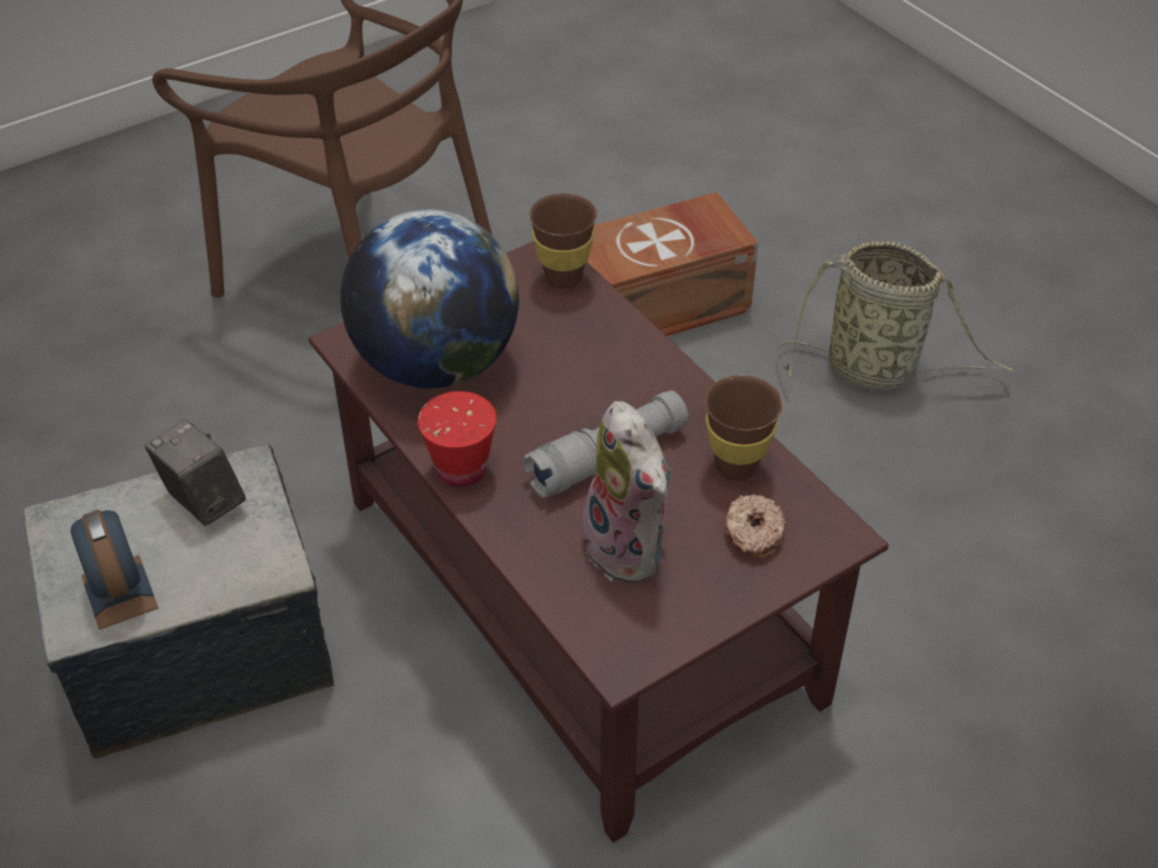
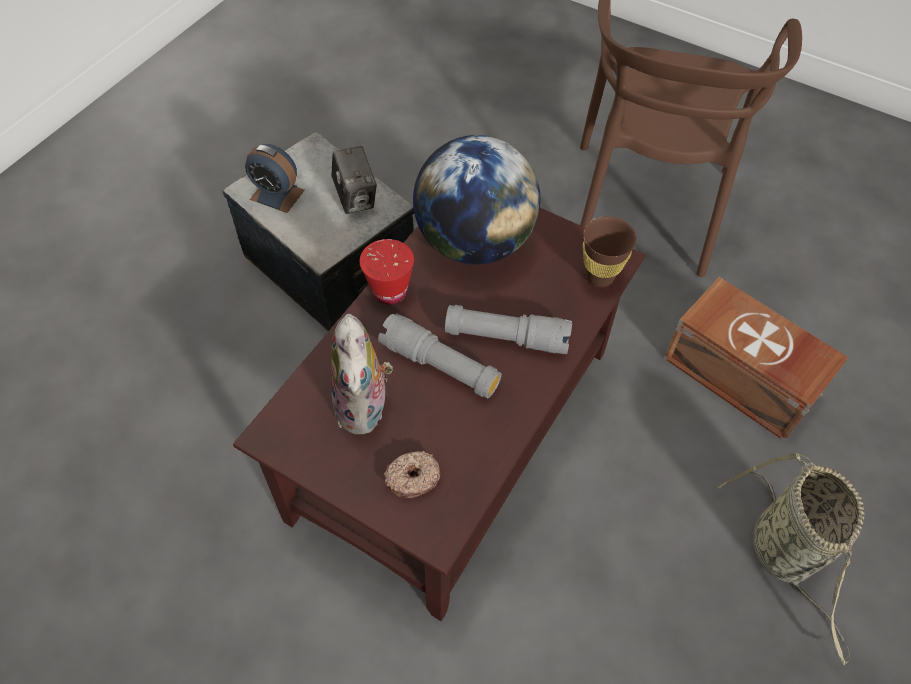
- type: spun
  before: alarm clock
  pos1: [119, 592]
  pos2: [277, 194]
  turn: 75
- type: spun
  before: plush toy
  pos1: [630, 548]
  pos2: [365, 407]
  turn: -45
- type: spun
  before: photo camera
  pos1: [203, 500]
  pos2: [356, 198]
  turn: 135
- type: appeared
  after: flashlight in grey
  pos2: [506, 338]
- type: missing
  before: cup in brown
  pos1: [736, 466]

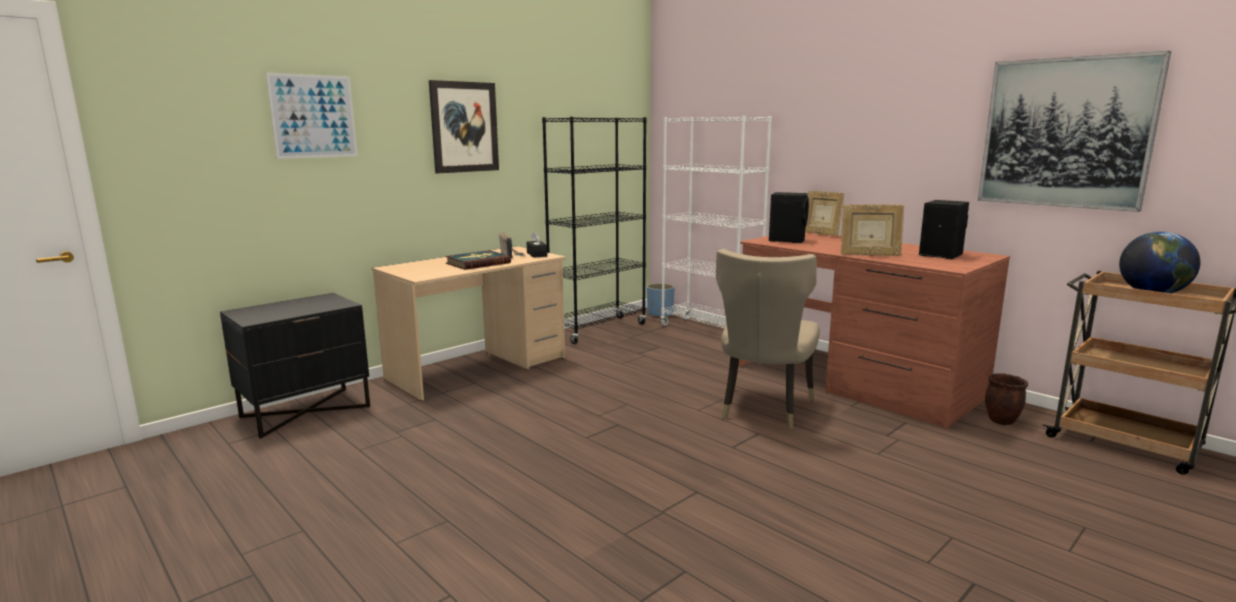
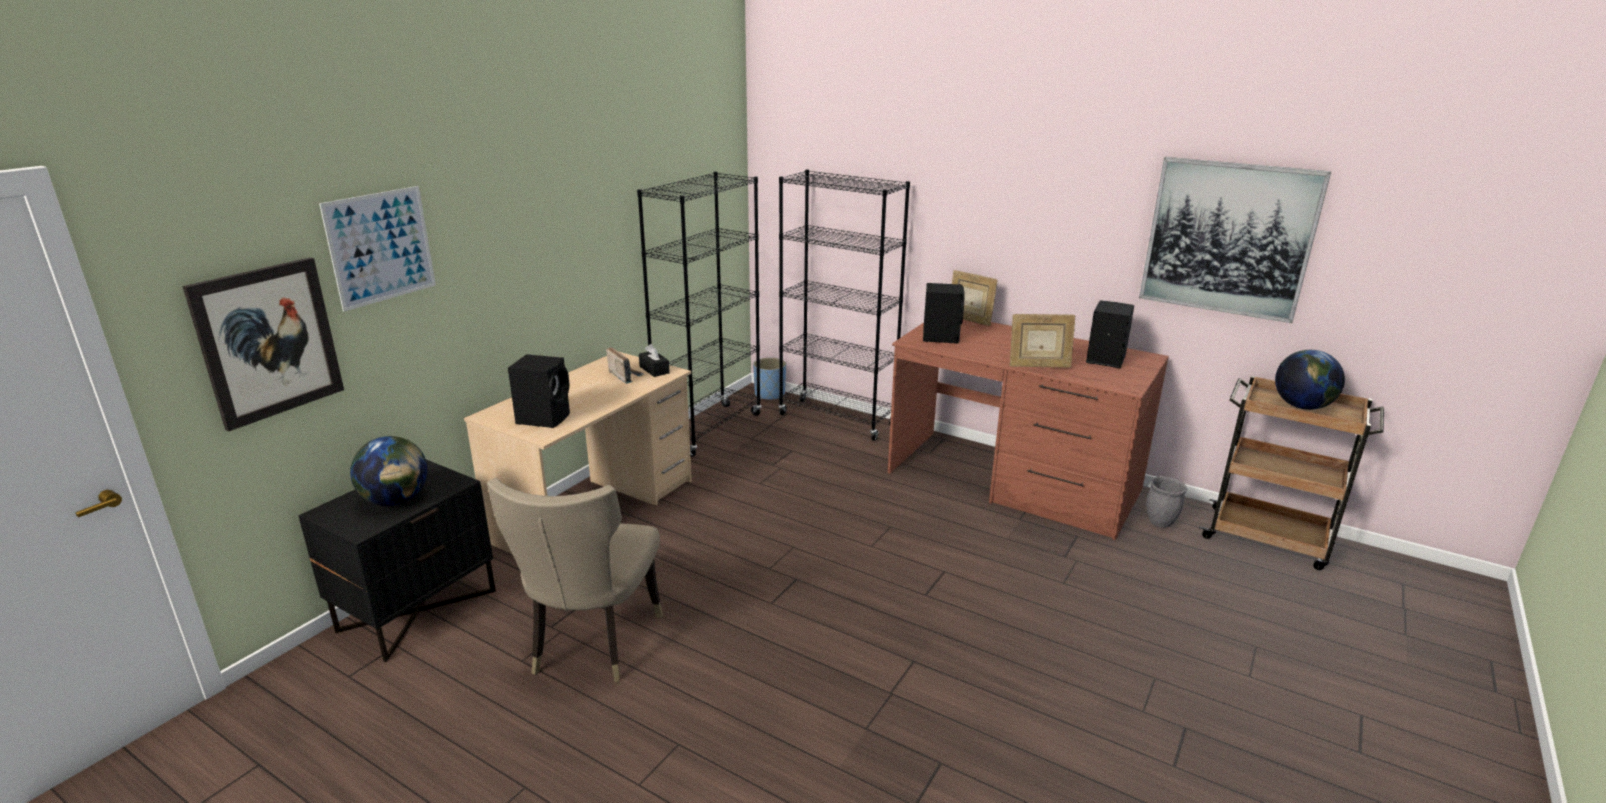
- type: relocated
  before: picture
  pos1: [464, 127]
  pos2: [268, 341]
- type: appeared
  after: globe
  pos2: [396, 500]
- type: relocated
  before: chair in beige
  pos1: [762, 409]
  pos2: [591, 645]
- type: appeared
  after: speaker in black
  pos2: [544, 418]
- type: colour
  before: bookcase in white
  after: bookcase in black
  pos1: [709, 331]
  pos2: [837, 420]
- type: colour
  before: planter in brown
  after: planter in grey
  pos1: [1002, 421]
  pos2: [1161, 523]
- type: missing
  before: book
  pos1: [478, 263]

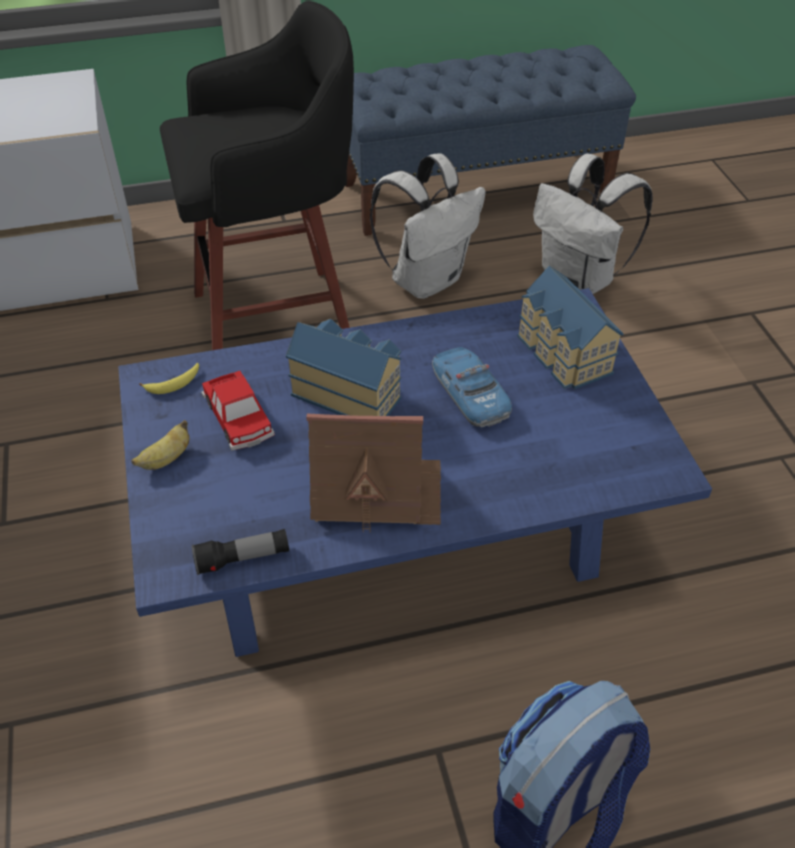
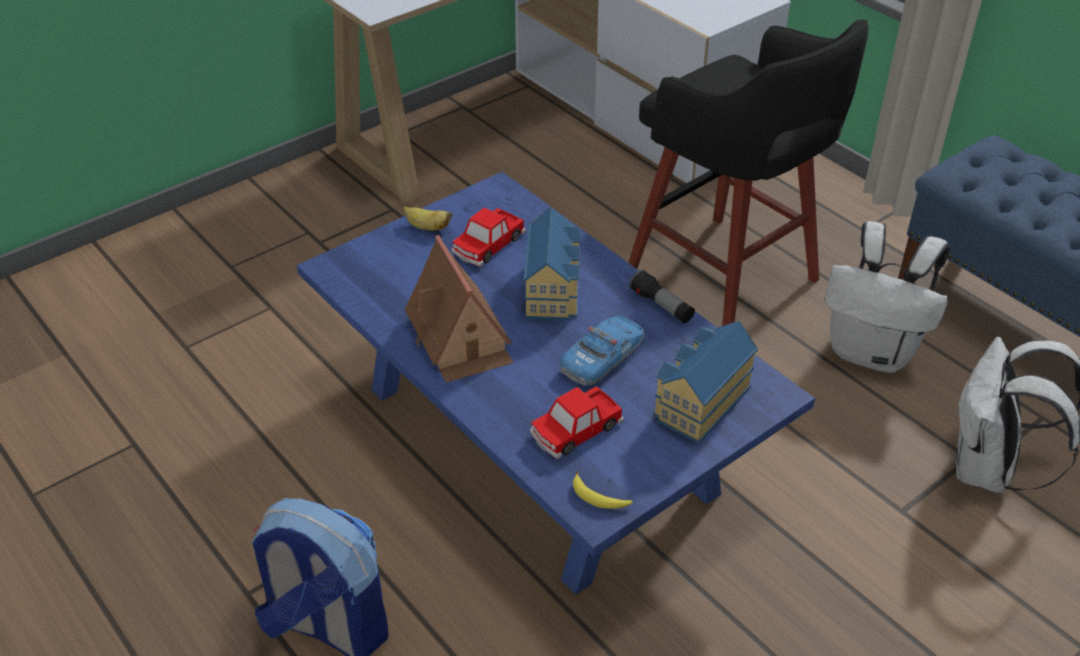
- type: appeared
  after: toy car
  pos2: [576, 430]
- type: relocated
  before: banana
  pos1: [174, 384]
  pos2: [598, 498]
- type: relocated
  before: flashlight
  pos1: [243, 558]
  pos2: [661, 306]

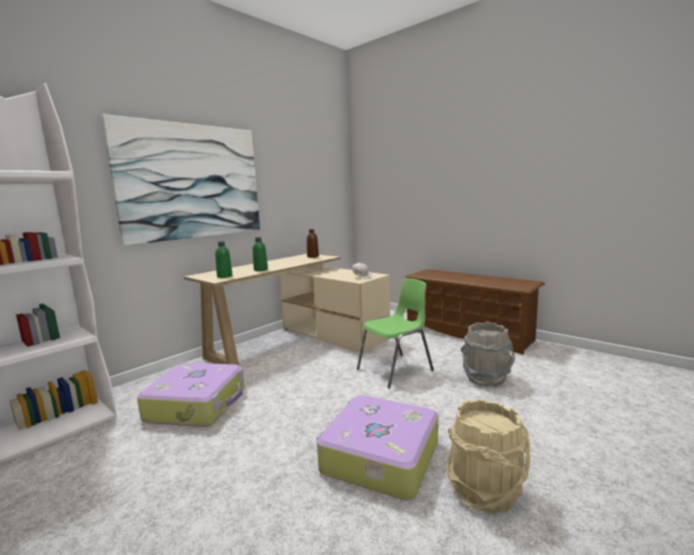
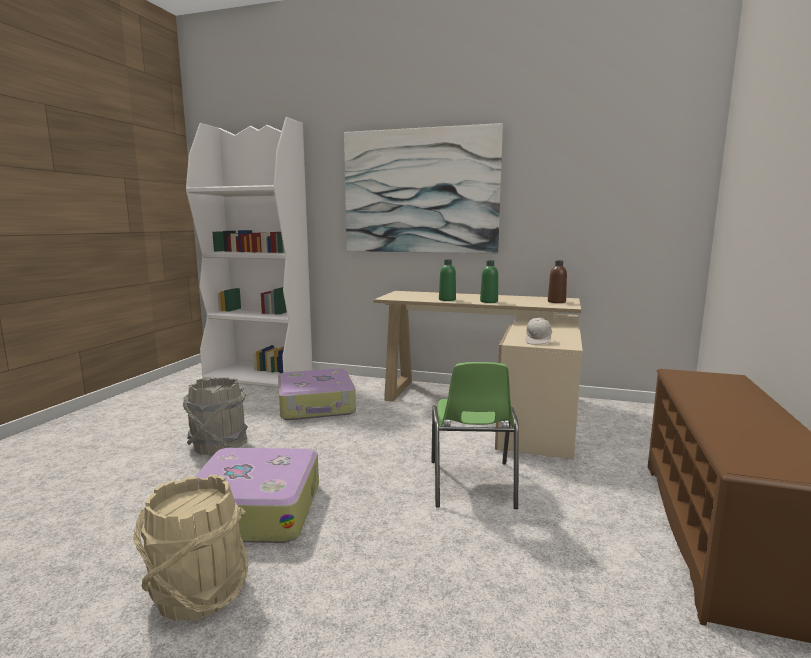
- type: relocated
  before: bucket in grey
  pos1: [485, 378]
  pos2: [219, 446]
- type: spun
  before: chair in green
  pos1: [396, 370]
  pos2: [471, 484]
  turn: 60
- type: relocated
  before: bottle in green
  pos1: [224, 276]
  pos2: [489, 301]

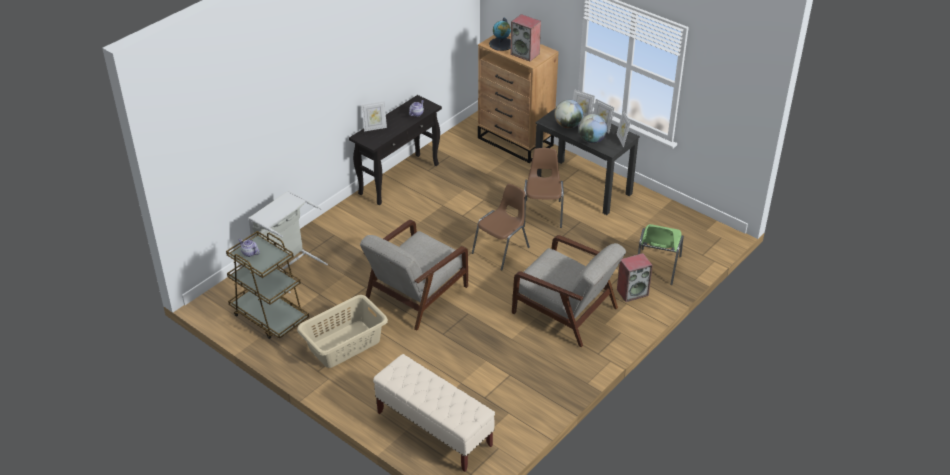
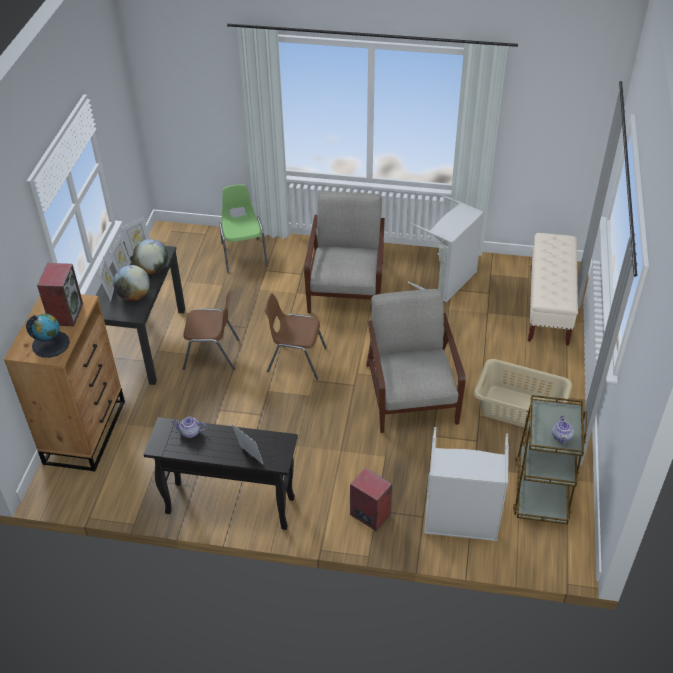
- type: spun
  before: chair in brown
  pos1: [543, 213]
  pos2: [212, 354]
  turn: -150
- type: spun
  before: chair in green
  pos1: [656, 267]
  pos2: [244, 254]
  turn: -90
- type: relocated
  before: speaker
  pos1: [632, 292]
  pos2: [369, 514]
- type: spun
  before: armchair in grey
  pos1: [415, 294]
  pos2: [411, 392]
  turn: -105
- type: appeared
  after: laundry basket in grey
  pos2: [448, 281]

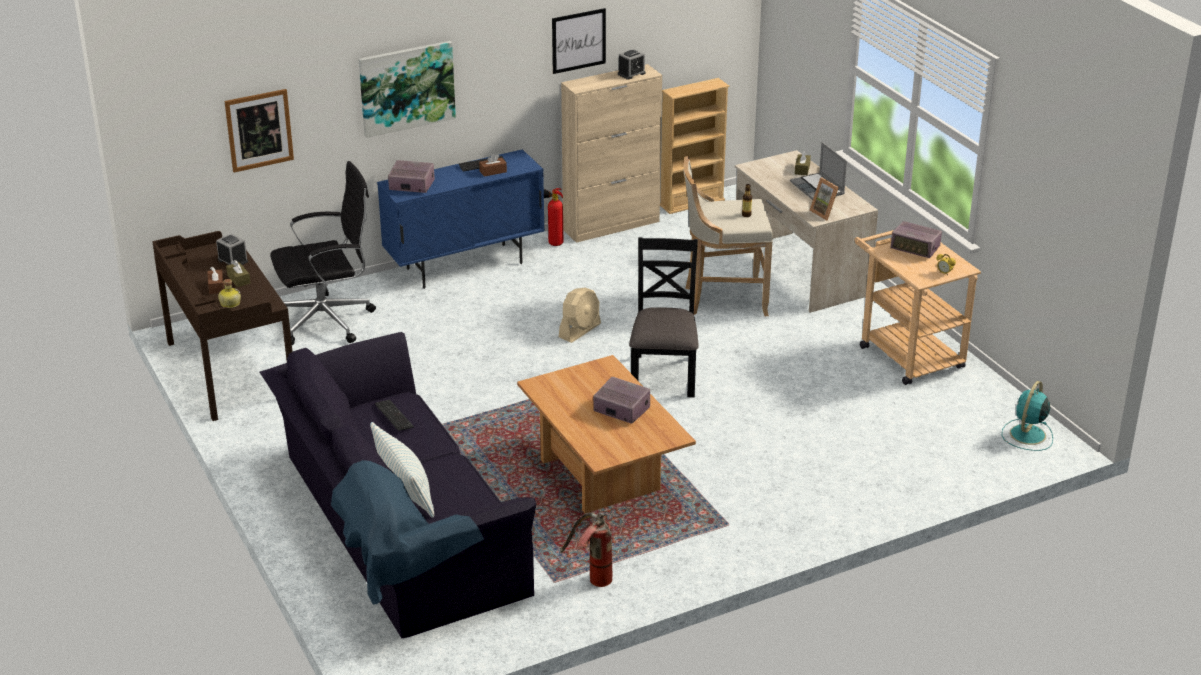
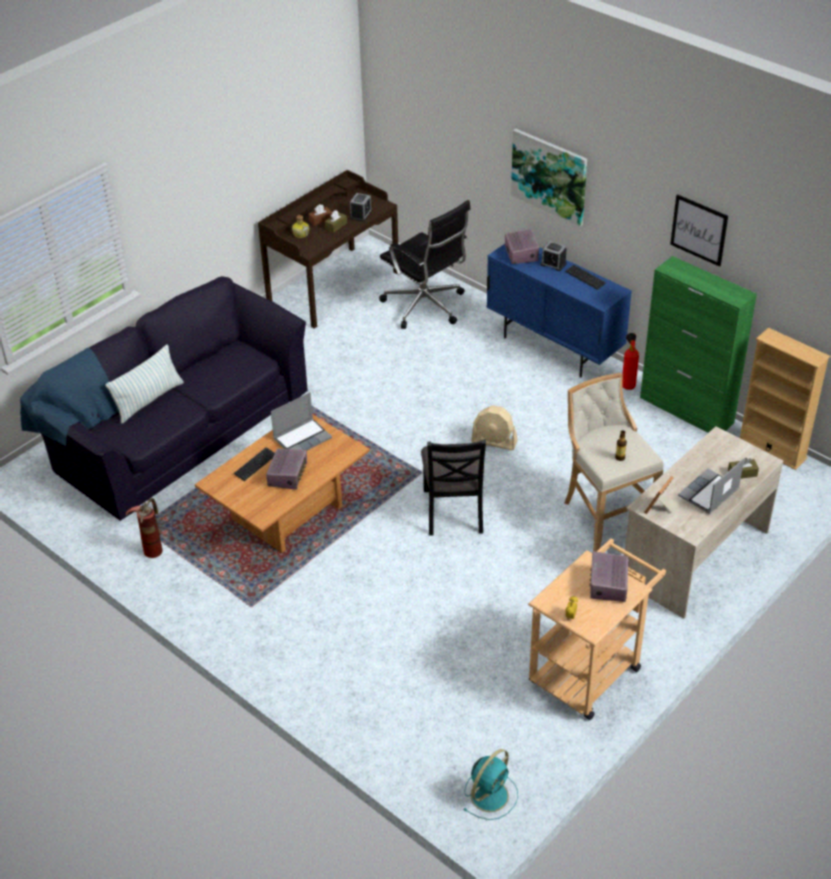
- type: relocated
  before: keyboard
  pos1: [394, 416]
  pos2: [255, 465]
- type: appeared
  after: laptop
  pos2: [302, 438]
- type: spun
  before: chair in black
  pos1: [663, 375]
  pos2: [454, 510]
  turn: 105
- type: spun
  before: fan in turquoise
  pos1: [1027, 435]
  pos2: [490, 794]
  turn: 120
- type: relocated
  before: alarm clock
  pos1: [631, 74]
  pos2: [553, 264]
- type: colour
  before: cabinet in beige
  after: cabinet in green
  pos1: [612, 225]
  pos2: [687, 410]
- type: missing
  before: picture
  pos1: [259, 130]
- type: missing
  before: tissue box in brown
  pos1: [493, 171]

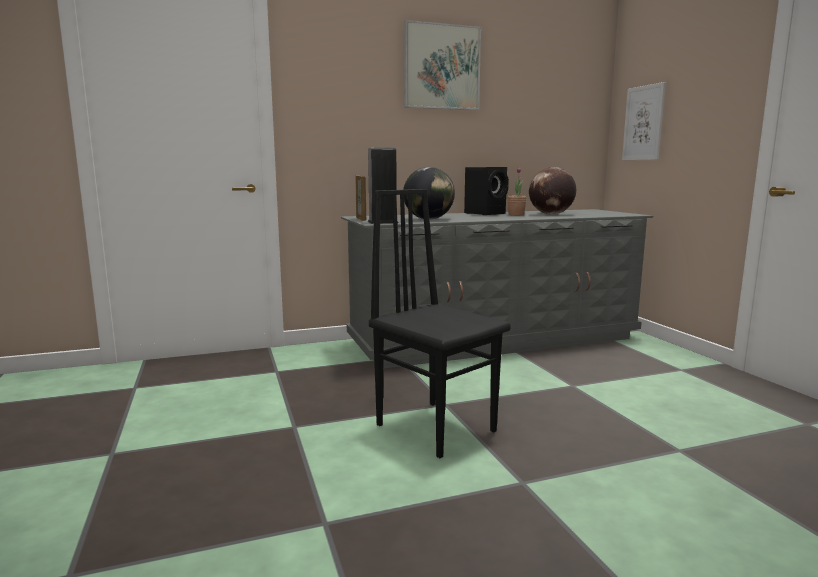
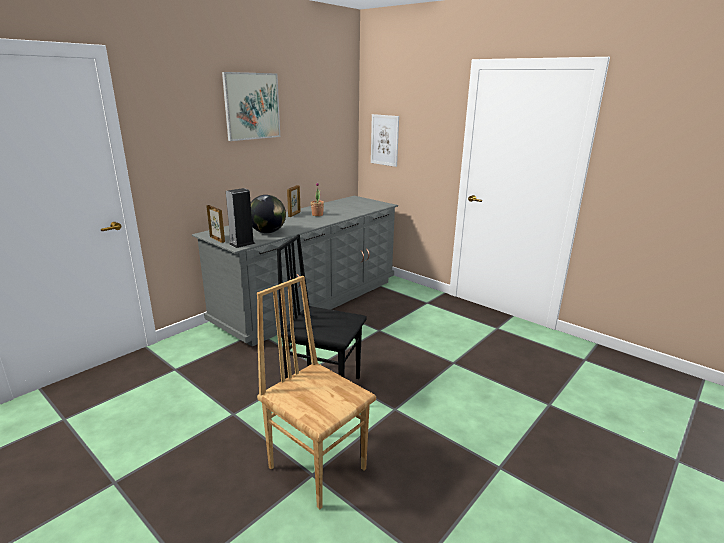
- type: appeared
  after: chair in brown
  pos2: [318, 466]
- type: exchanged
  before: speaker in black
  after: picture frame
  pos1: [486, 213]
  pos2: [294, 214]
- type: missing
  before: globe
  pos1: [551, 214]

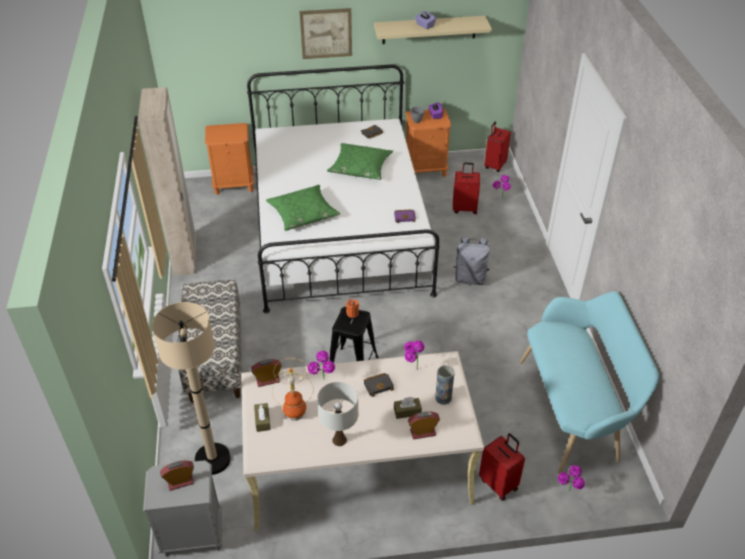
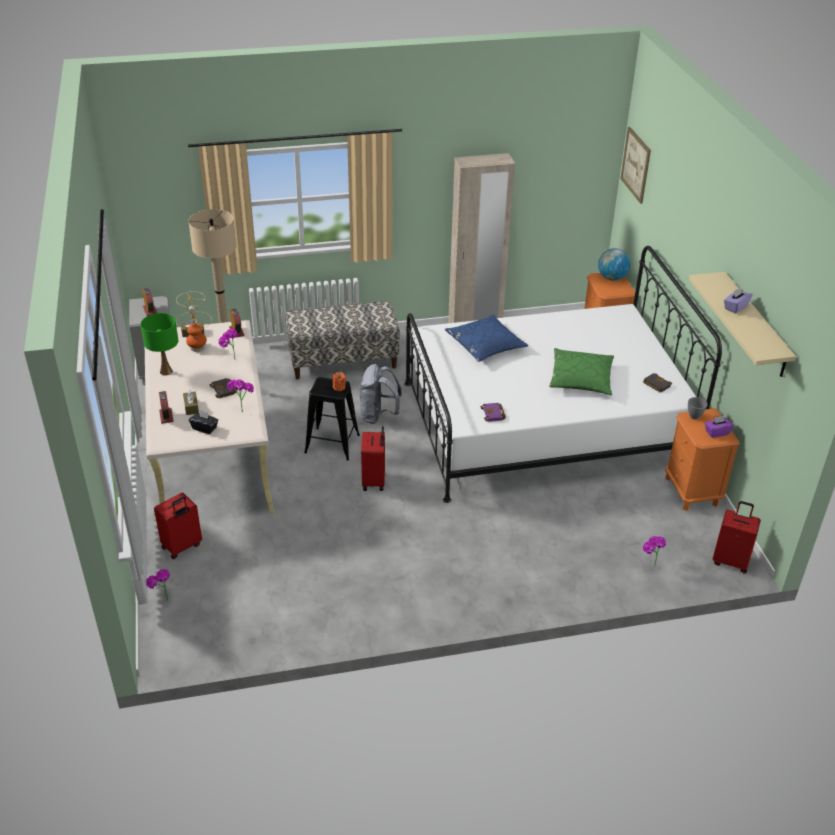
- type: colour
  before: table lamp in white
  after: table lamp in green
  pos1: [339, 440]
  pos2: [166, 372]
- type: exchanged
  before: vase
  after: tissue box in black
  pos1: [443, 398]
  pos2: [204, 428]
- type: relocated
  before: backpack in grey
  pos1: [470, 278]
  pos2: [378, 415]
- type: relocated
  before: suitcase in red
  pos1: [464, 208]
  pos2: [374, 481]
- type: colour
  before: pillow in green
  after: pillow in blue
  pos1: [303, 213]
  pos2: [485, 345]
- type: appeared
  after: globe
  pos2: [612, 278]
- type: relocated
  before: picture
  pos1: [326, 33]
  pos2: [636, 164]
- type: missing
  before: bench in turquoise
  pos1: [574, 411]

